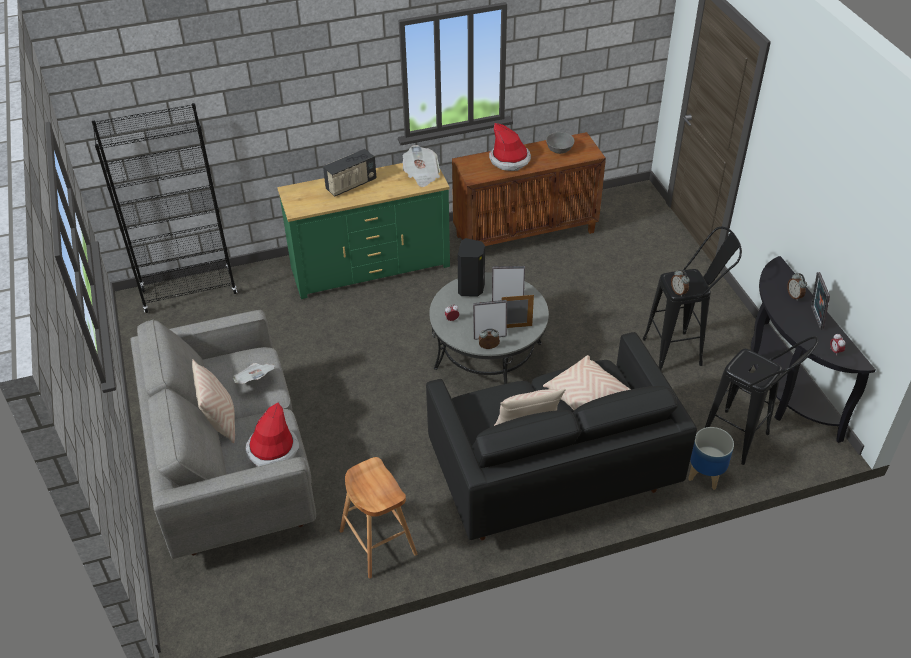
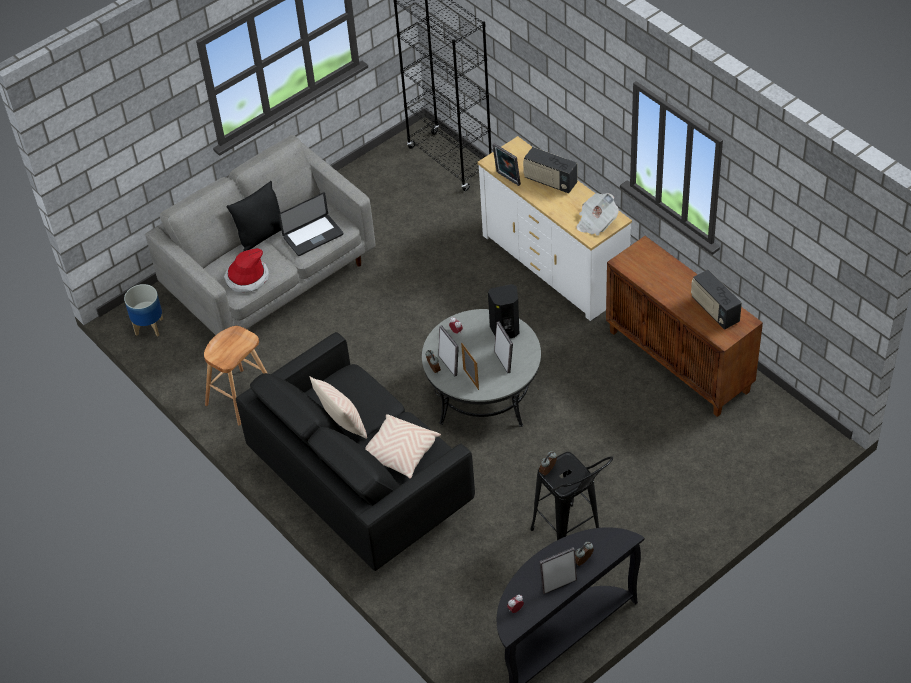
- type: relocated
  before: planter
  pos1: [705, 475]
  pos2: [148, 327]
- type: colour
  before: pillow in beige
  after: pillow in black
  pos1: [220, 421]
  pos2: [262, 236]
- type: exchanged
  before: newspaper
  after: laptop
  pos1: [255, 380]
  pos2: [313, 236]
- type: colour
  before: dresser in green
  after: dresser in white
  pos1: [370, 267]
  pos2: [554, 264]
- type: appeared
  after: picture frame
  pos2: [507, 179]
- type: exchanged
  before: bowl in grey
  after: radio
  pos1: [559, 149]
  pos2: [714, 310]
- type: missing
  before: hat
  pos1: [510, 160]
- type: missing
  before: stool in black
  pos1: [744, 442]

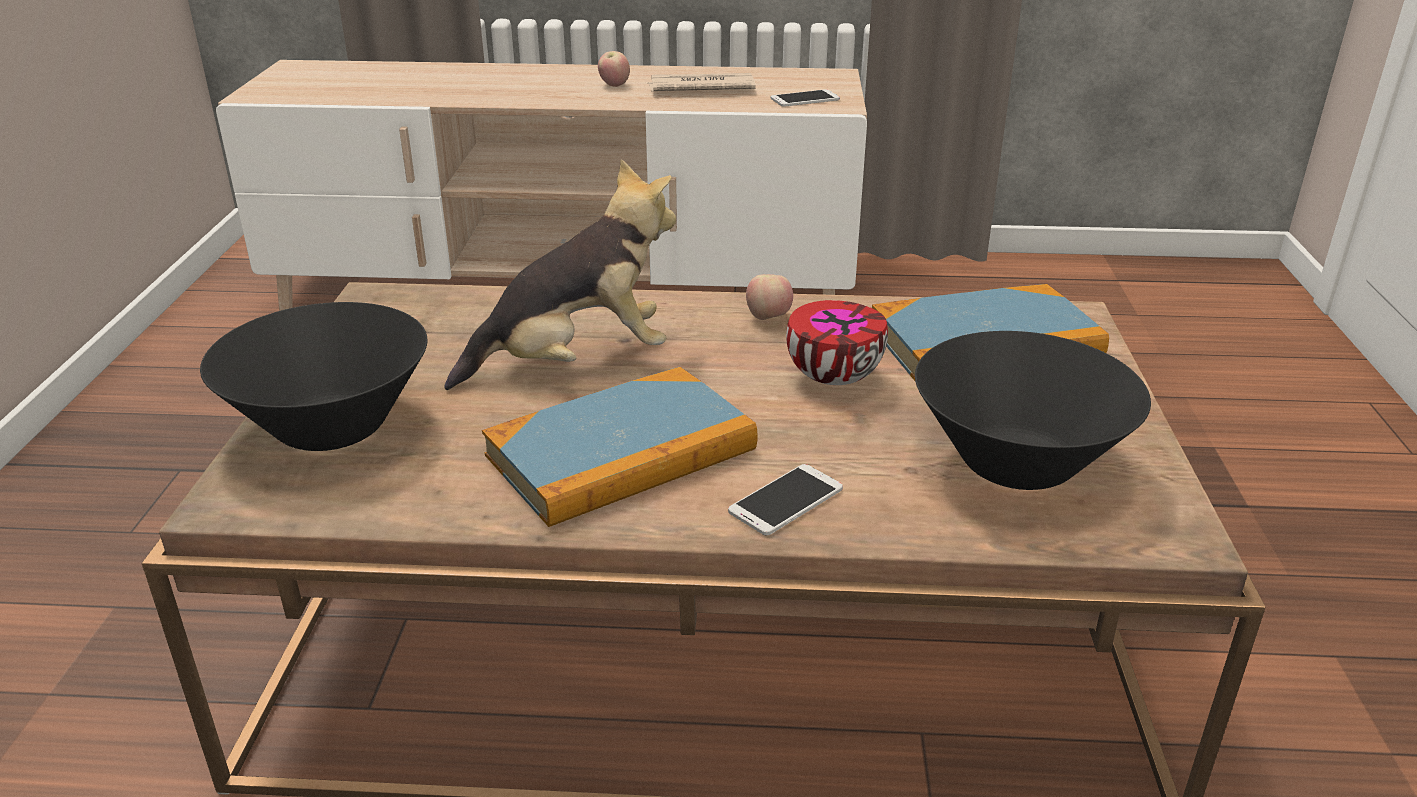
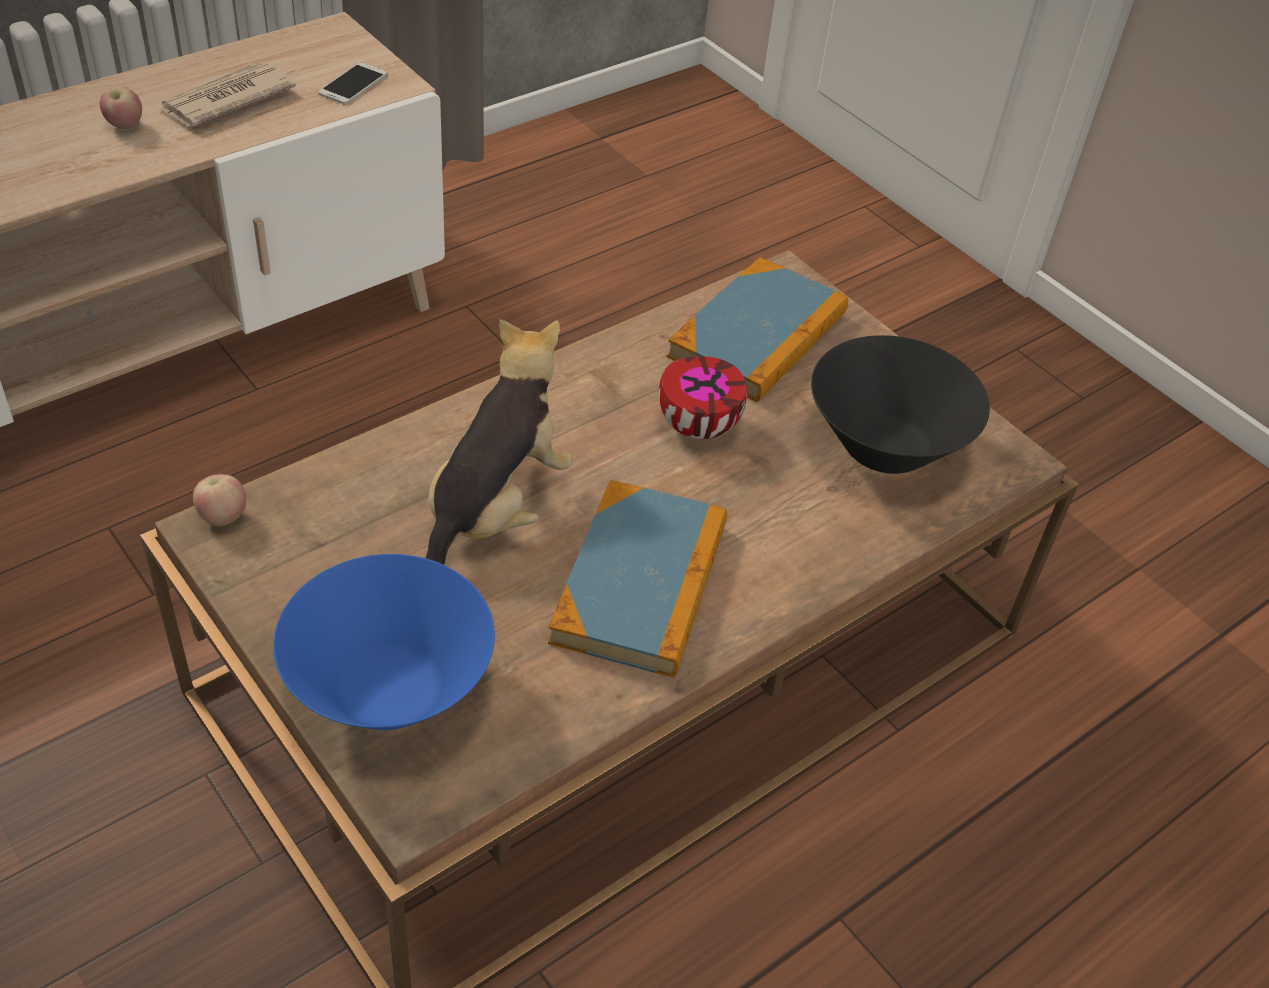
- type: relocated
  before: apple
  pos1: [768, 318]
  pos2: [223, 517]
- type: colour
  before: bowl in black
  after: bowl in blue
  pos1: [332, 427]
  pos2: [390, 689]
- type: missing
  before: phone
  pos1: [786, 500]

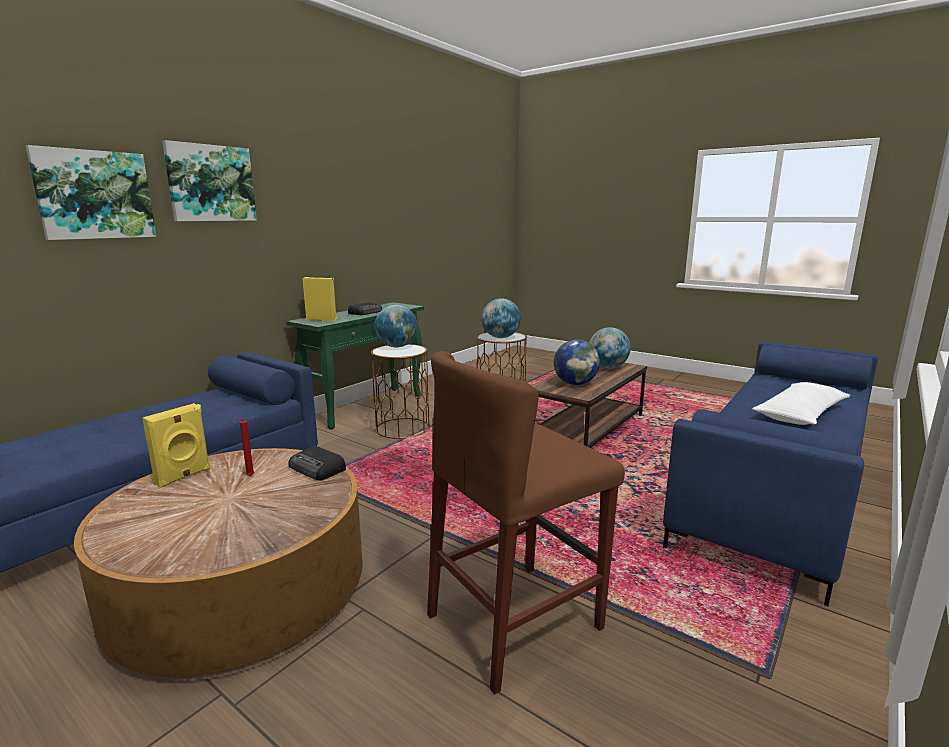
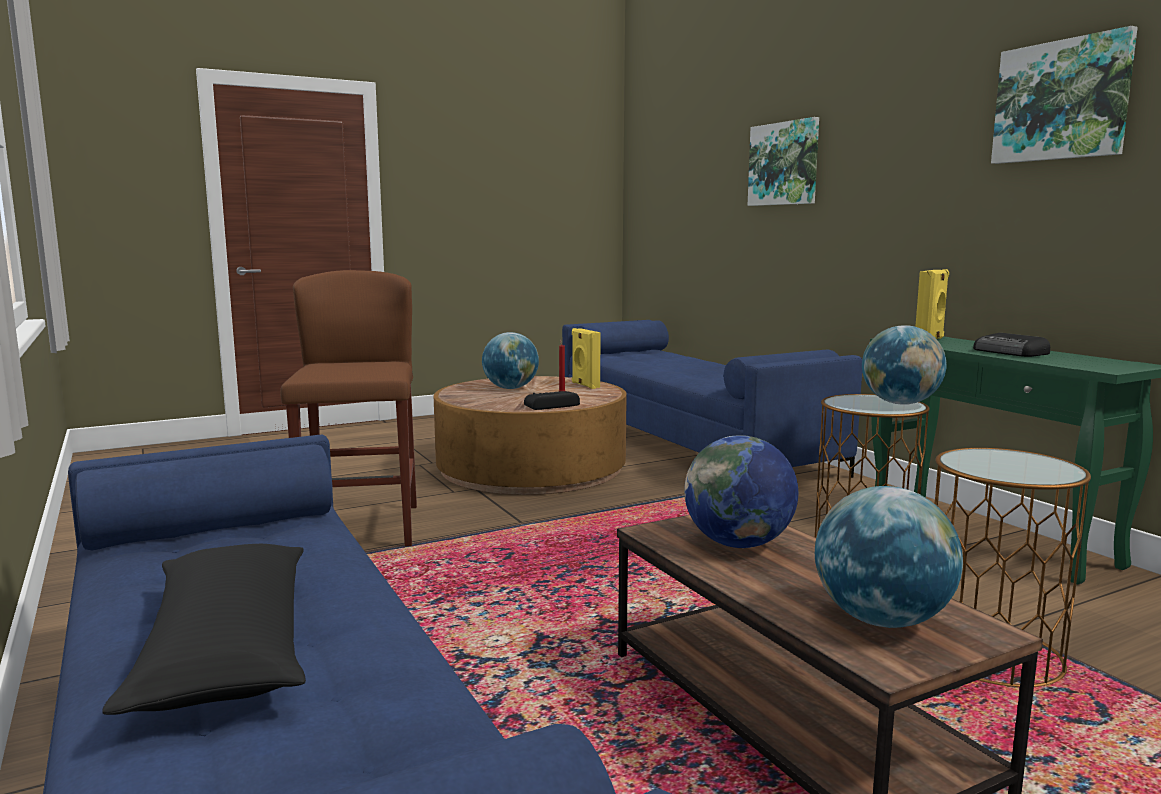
- type: colour
  before: pillow in white
  after: pillow in black
  pos1: [800, 414]
  pos2: [226, 649]
- type: relocated
  before: globe
  pos1: [500, 337]
  pos2: [511, 388]
- type: relocated
  before: picture
  pos1: [211, 183]
  pos2: [1062, 100]

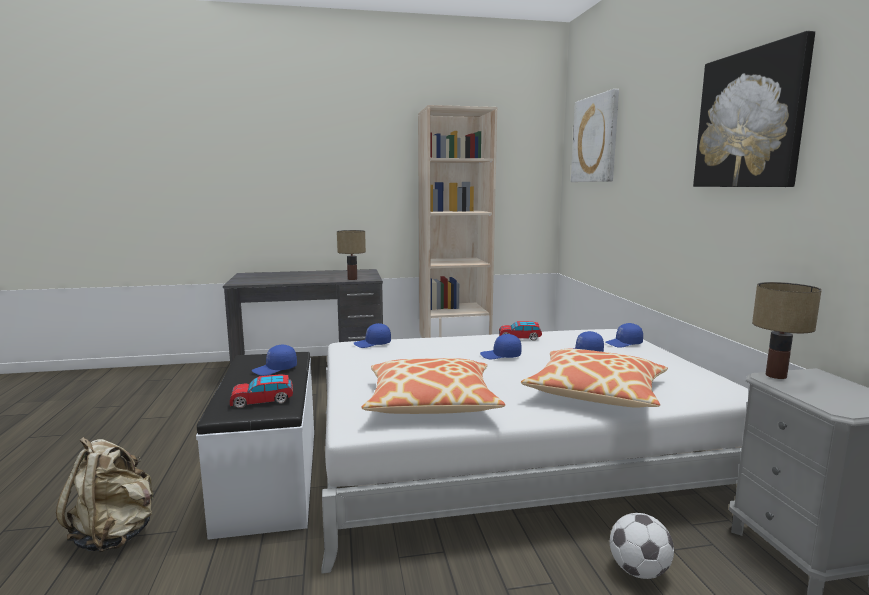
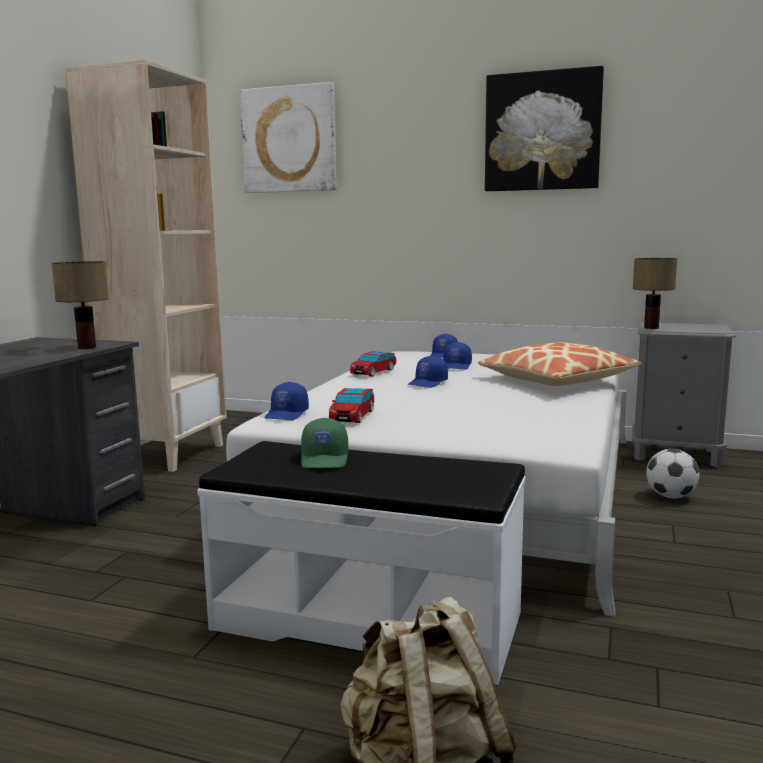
- type: colour
  before: cap in blue
  after: cap in green
  pos1: [275, 369]
  pos2: [325, 459]
- type: relocated
  before: toy car
  pos1: [262, 401]
  pos2: [352, 416]
- type: missing
  before: pillow
  pos1: [431, 402]

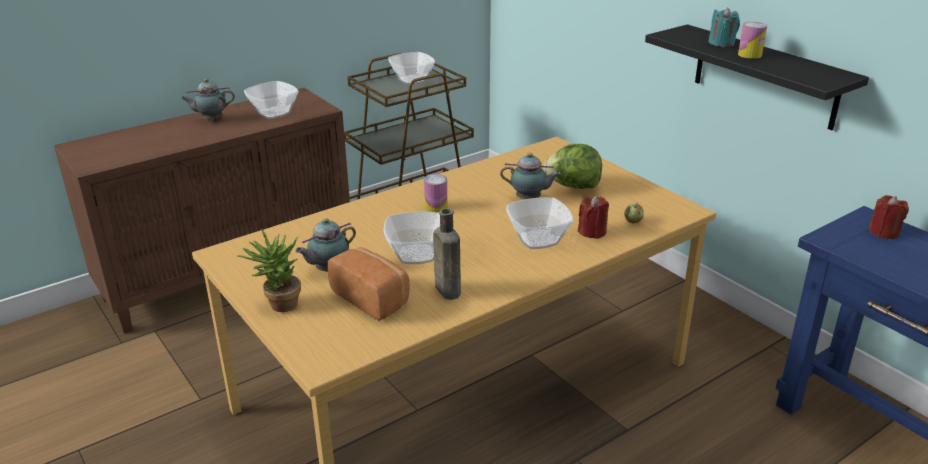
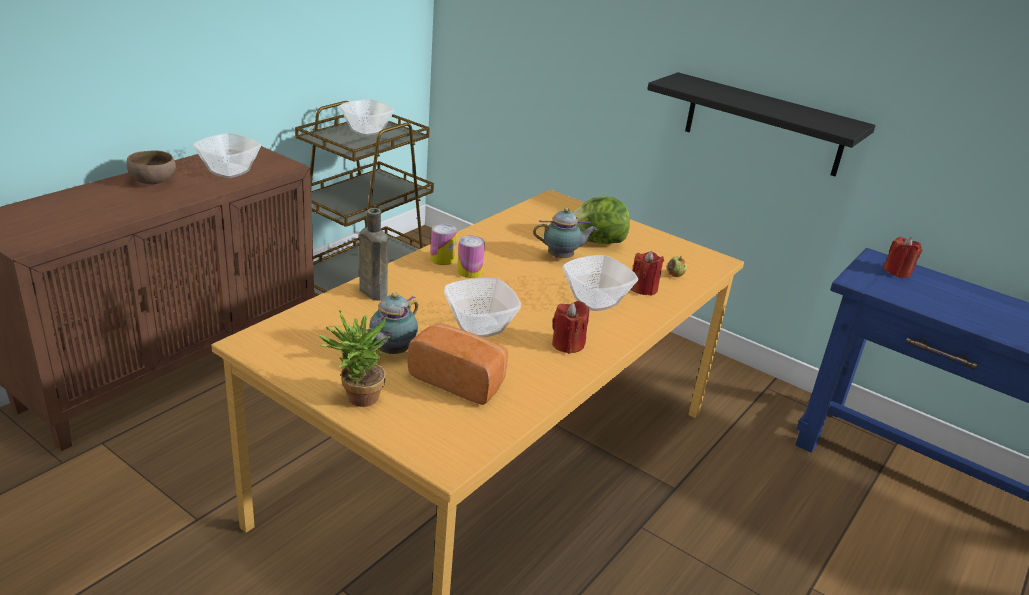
- type: exchanged
  before: teapot
  after: bowl in brown
  pos1: [211, 120]
  pos2: [154, 181]
- type: relocated
  before: bottle in brown
  pos1: [446, 289]
  pos2: [372, 292]
- type: relocated
  before: can
  pos1: [749, 55]
  pos2: [442, 259]
- type: appeared
  after: candle in red
  pos2: [568, 344]
- type: missing
  before: candle in turquoise
  pos1: [721, 43]

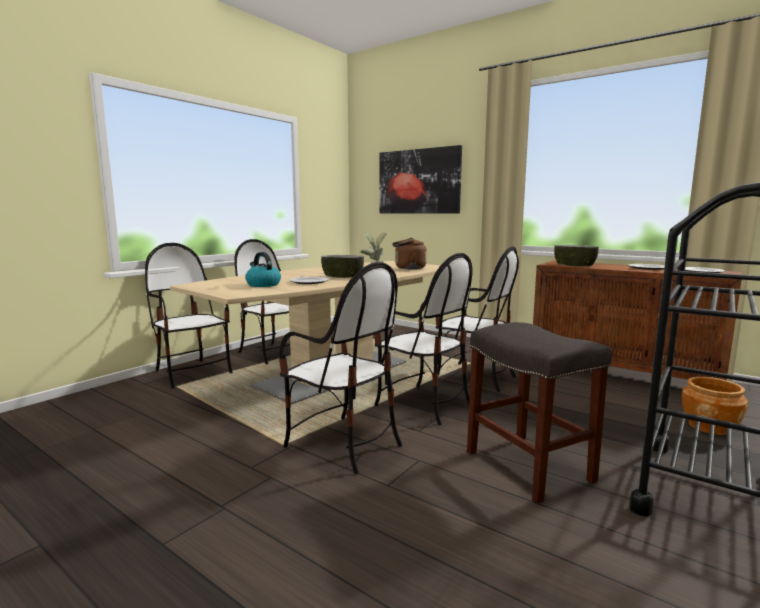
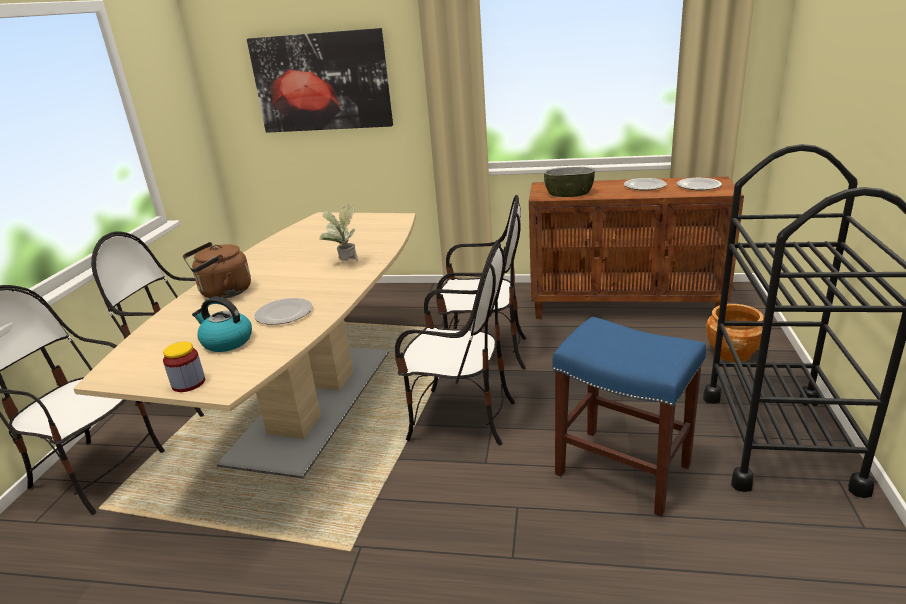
- type: appeared
  after: jar
  pos2: [188, 383]
- type: relocated
  before: kettle in brown
  pos1: [408, 268]
  pos2: [223, 293]
- type: colour
  before: stool in grey
  after: stool in blue
  pos1: [530, 466]
  pos2: [624, 469]
- type: missing
  before: chair
  pos1: [343, 444]
- type: missing
  before: bowl
  pos1: [342, 276]

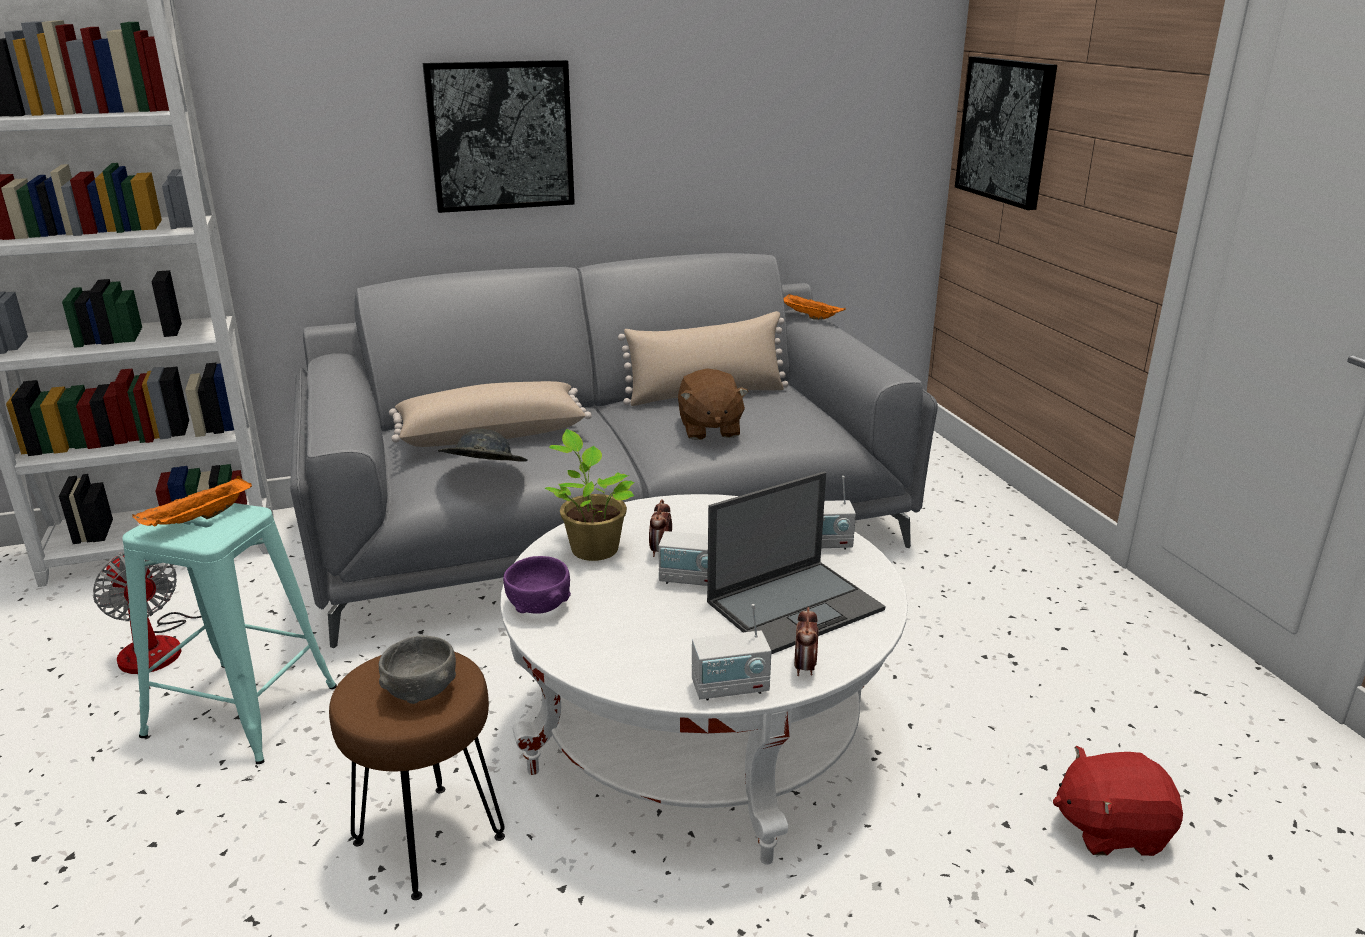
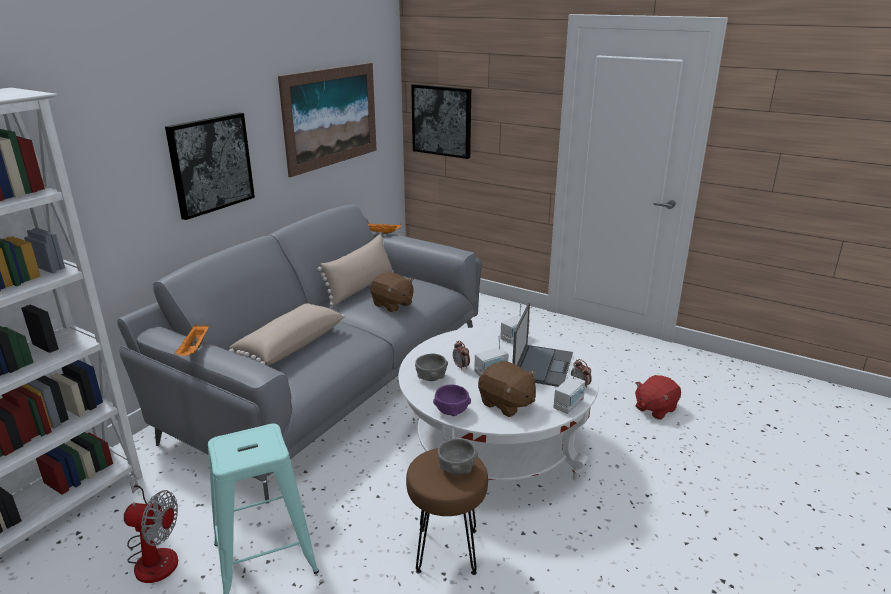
- type: relocated
  before: tray in orange
  pos1: [198, 520]
  pos2: [194, 349]
- type: appeared
  after: picture
  pos2: [331, 117]
- type: exchanged
  before: potted plant
  after: bowl in grey
  pos1: [592, 548]
  pos2: [431, 377]
- type: appeared
  after: plush toy in brown
  pos2: [506, 404]
- type: missing
  before: hat in grey
  pos1: [483, 474]

